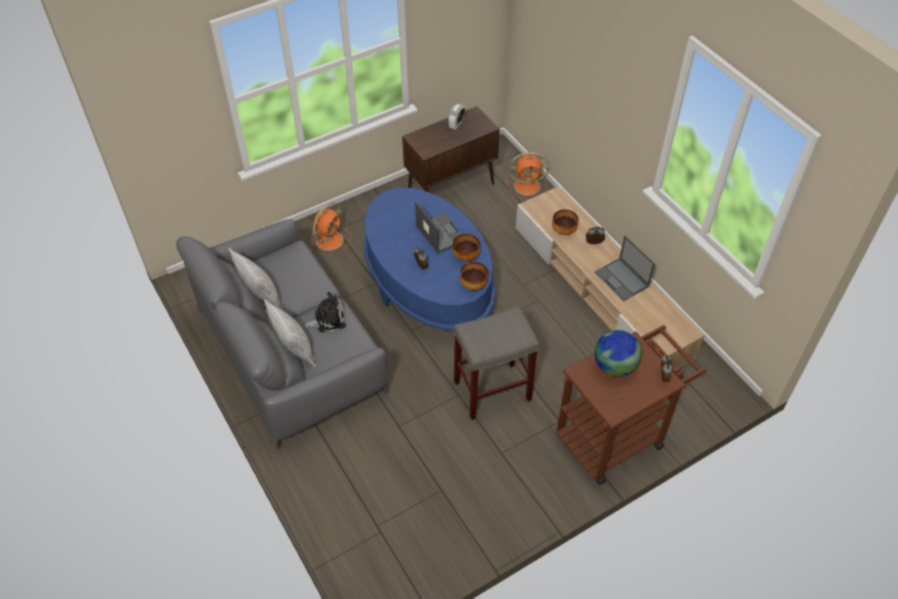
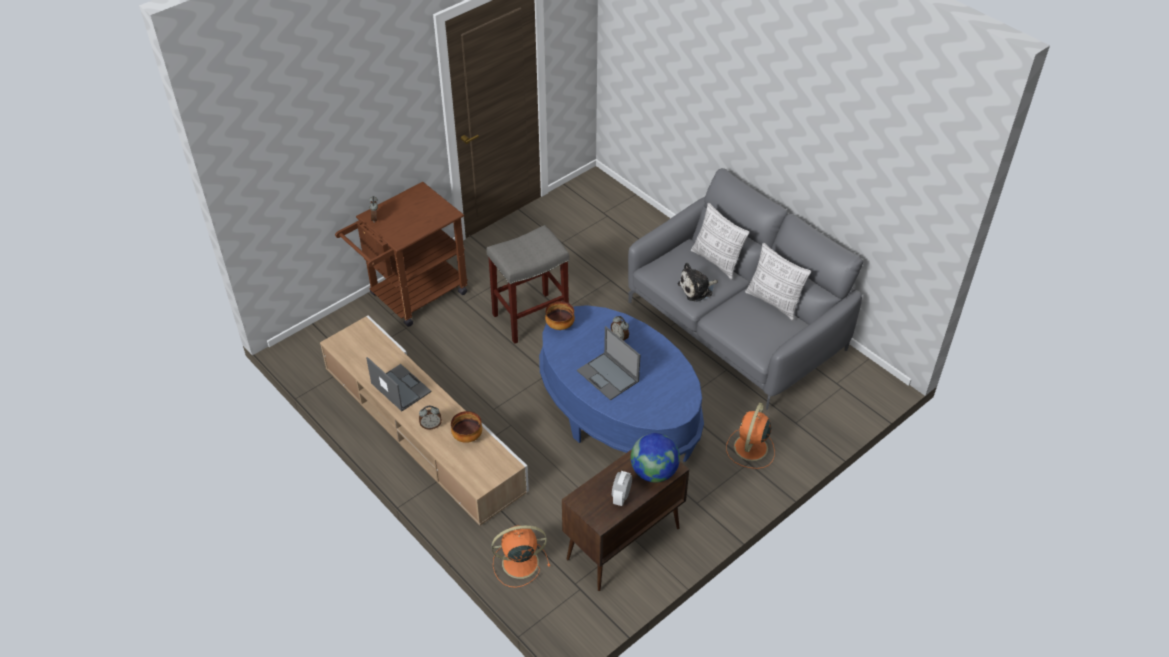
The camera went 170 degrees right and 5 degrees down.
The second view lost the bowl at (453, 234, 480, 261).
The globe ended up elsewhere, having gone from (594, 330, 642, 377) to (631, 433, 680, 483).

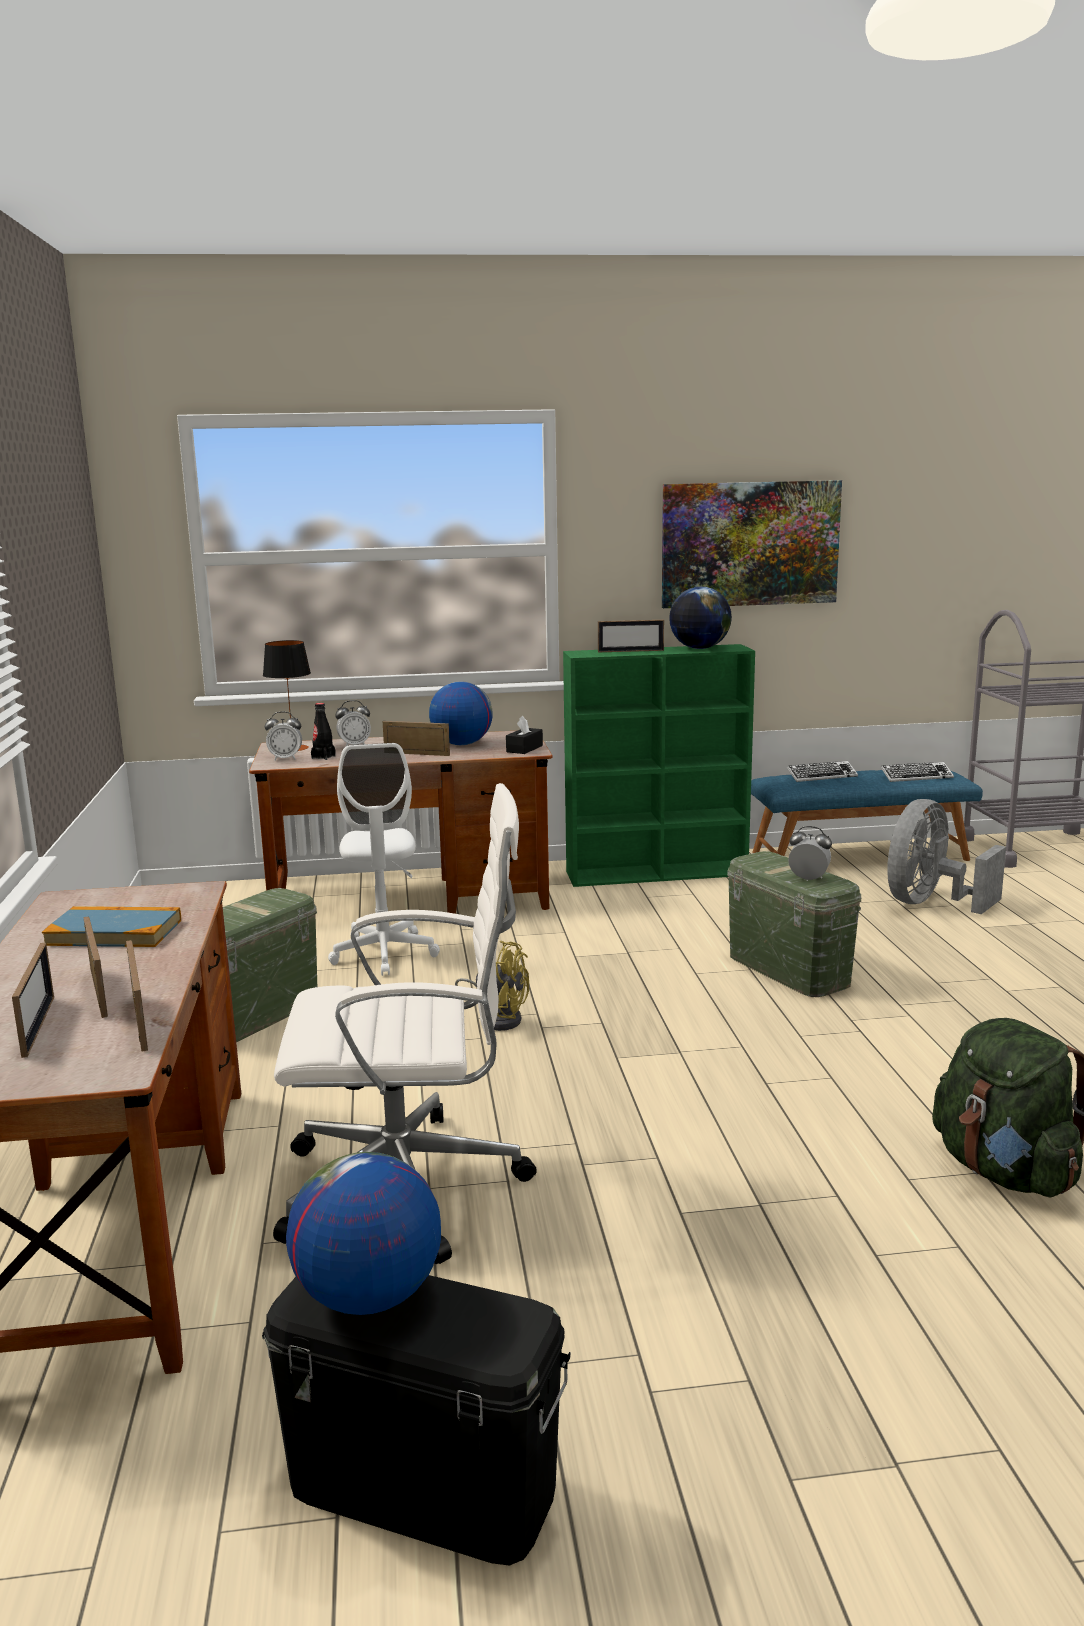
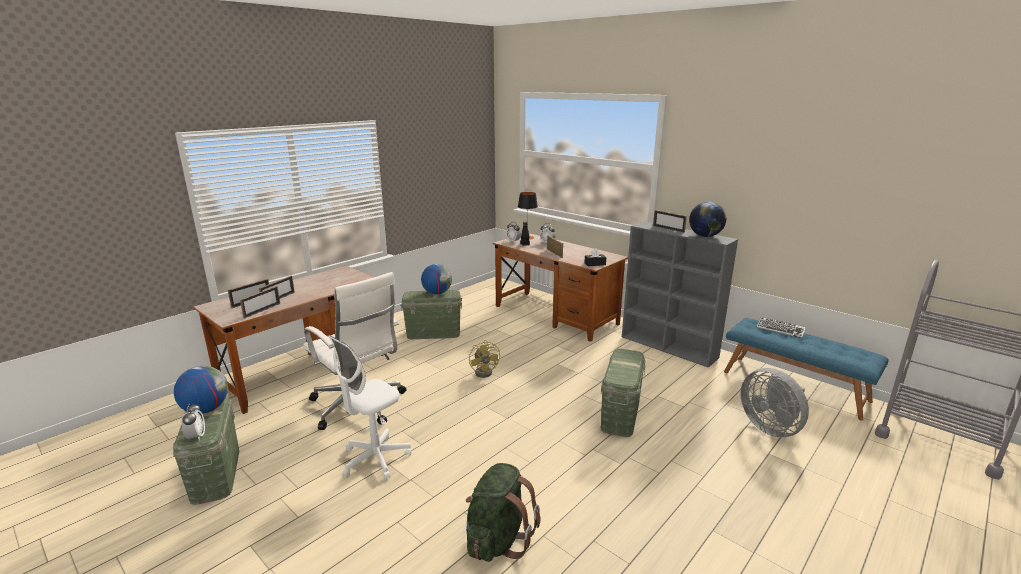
The camera went 50 degrees right and 5 degrees up.
The second view lost the book at (42, 906, 181, 947).
The second view lost the picture at (662, 480, 842, 608).
The second view lost the keyboard at (881, 762, 954, 782).
The white_office_chair ended up elsewhere, having gone from (328, 743, 440, 976) to (328, 335, 412, 480).
The globe ended up elsewhere, having gone from (429, 681, 493, 745) to (421, 264, 452, 294).
The alarm_clock ended up elsewhere, having gone from (788, 826, 832, 881) to (181, 403, 205, 441).
What was the black_storage_box at (262, 1275, 571, 1566) turned into the green_storage_box at (173, 396, 239, 505).
What was the green_bookcase at (563, 644, 755, 887) turned into the grey_bookcase at (622, 221, 738, 368).
The grey_fan at (887, 799, 1006, 914) ended up facing another way, 120 degrees counterclockwise from before.

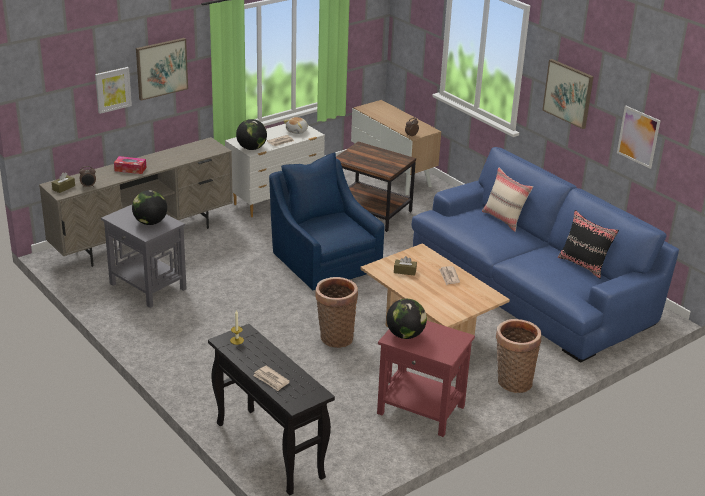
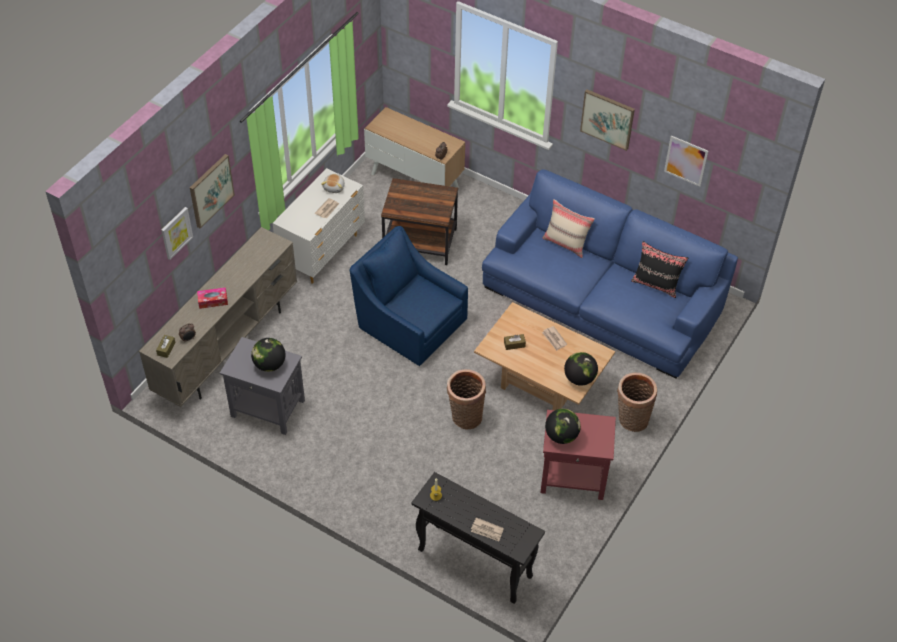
The camera went 20 degrees left and 20 degrees up.
The globe ended up elsewhere, having gone from (236, 119, 267, 150) to (564, 352, 598, 386).

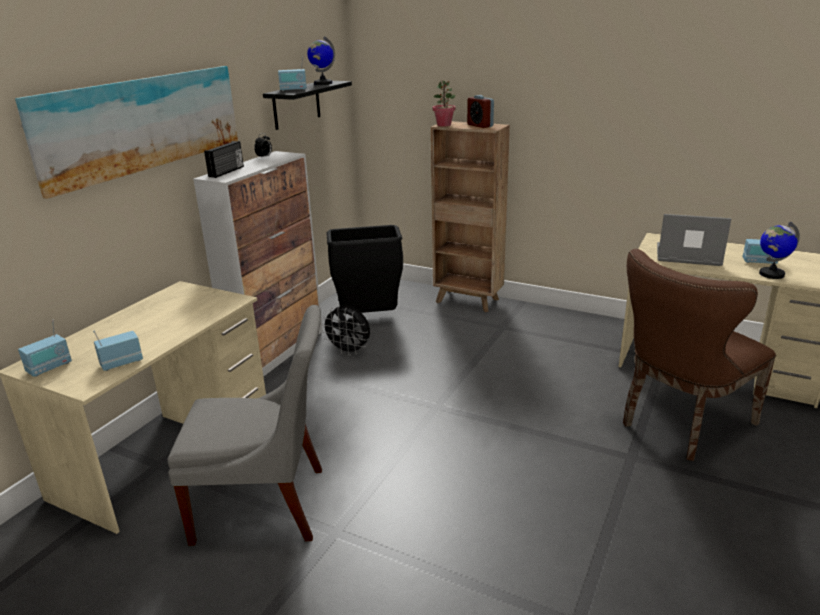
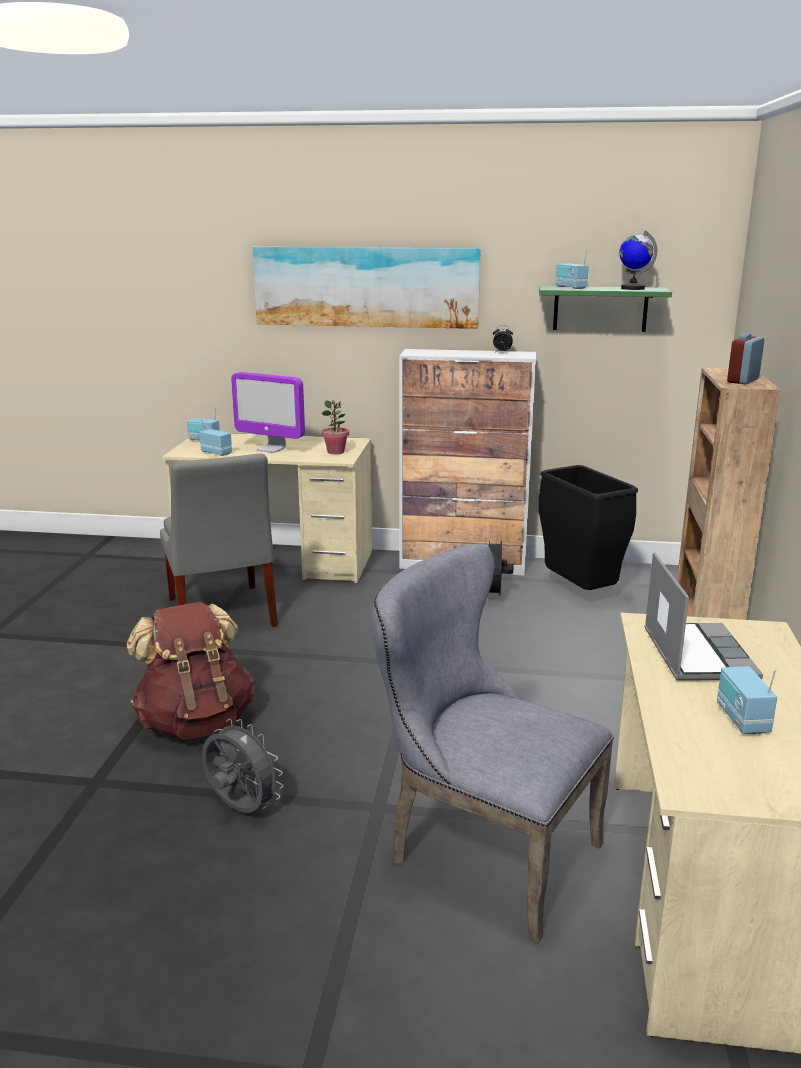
The camera went 70 degrees right and 5 degrees down.
The second view lost the radio at (204, 141, 244, 178).
The second view lost the globe at (759, 222, 800, 279).
The second view gained the brown_backpack at (127, 602, 254, 739).
The second view gained the grey_fan at (202, 719, 283, 813).
The second view gained the monitor at (231, 372, 305, 453).
The potted_plant ended up elsewhere, having gone from (433, 80, 455, 127) to (322, 400, 349, 454).
What was the black_shelf at (263, 81, 352, 130) turned into the green_shelf at (539, 286, 672, 332).
What was the brown_chair at (623, 249, 776, 461) turned into the grey_chair at (371, 544, 614, 943).

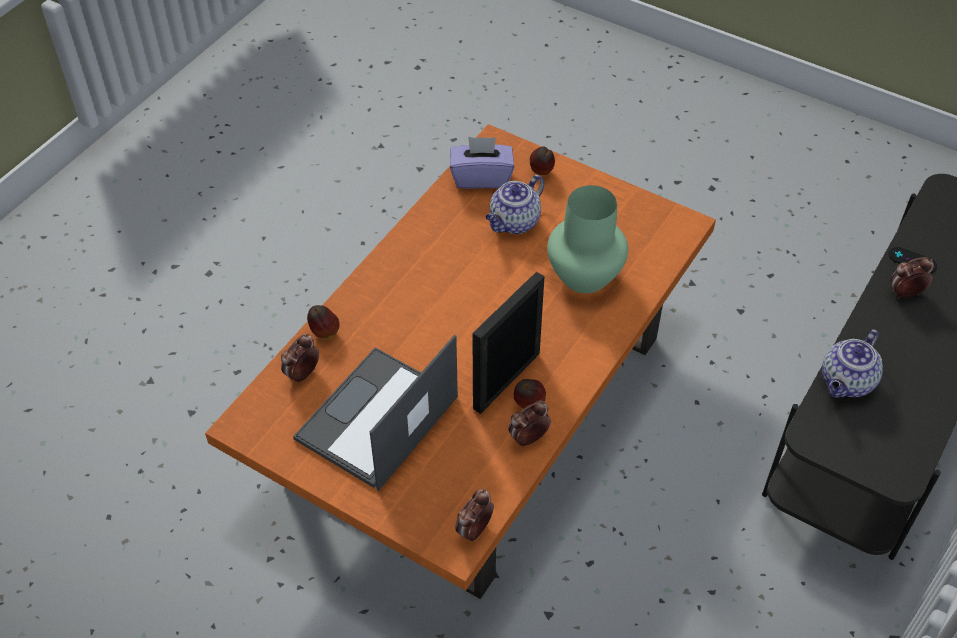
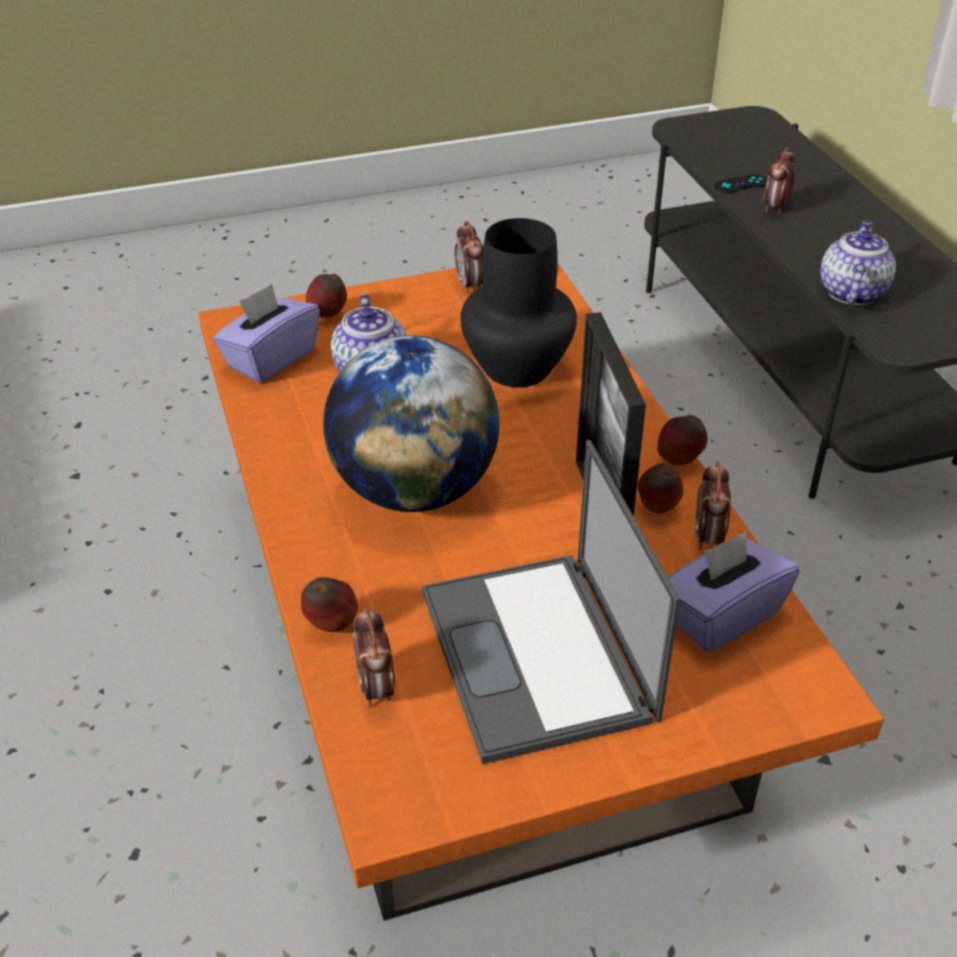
The camera went 50 degrees left and 10 degrees down.
The second view gained the globe at (323, 335, 499, 512).
The second view gained the apple at (657, 415, 708, 466).
The second view gained the purple_tissue_box at (668, 531, 800, 652).
The alarm_clock ended up elsewhere, having gone from (455, 489, 494, 542) to (454, 221, 484, 294).
What was the green_vase at (547, 185, 628, 293) turned into the black_vase at (460, 218, 577, 387).
The teapot at (822, 329, 883, 398) ended up facing another way, 150 degrees counterclockwise from before.

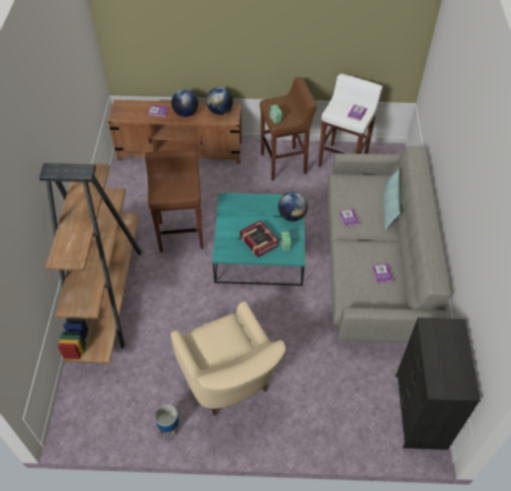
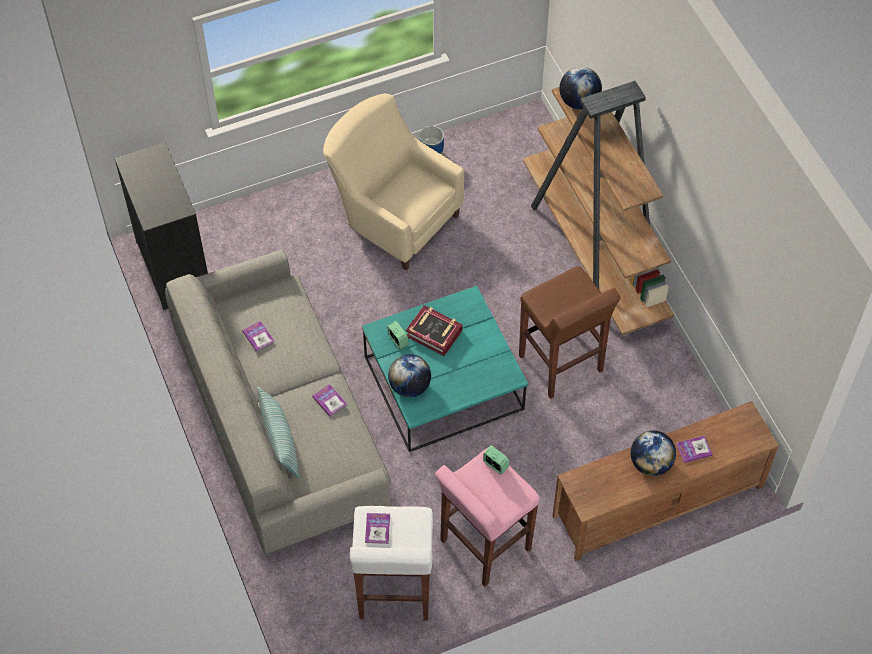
The camera went 155 degrees right and 5 degrees up.
The globe ended up elsewhere, having gone from (206, 87, 233, 115) to (559, 67, 602, 110).
What was the brown_stool at (260, 77, 317, 181) turned into the pink_stool at (435, 447, 540, 587).

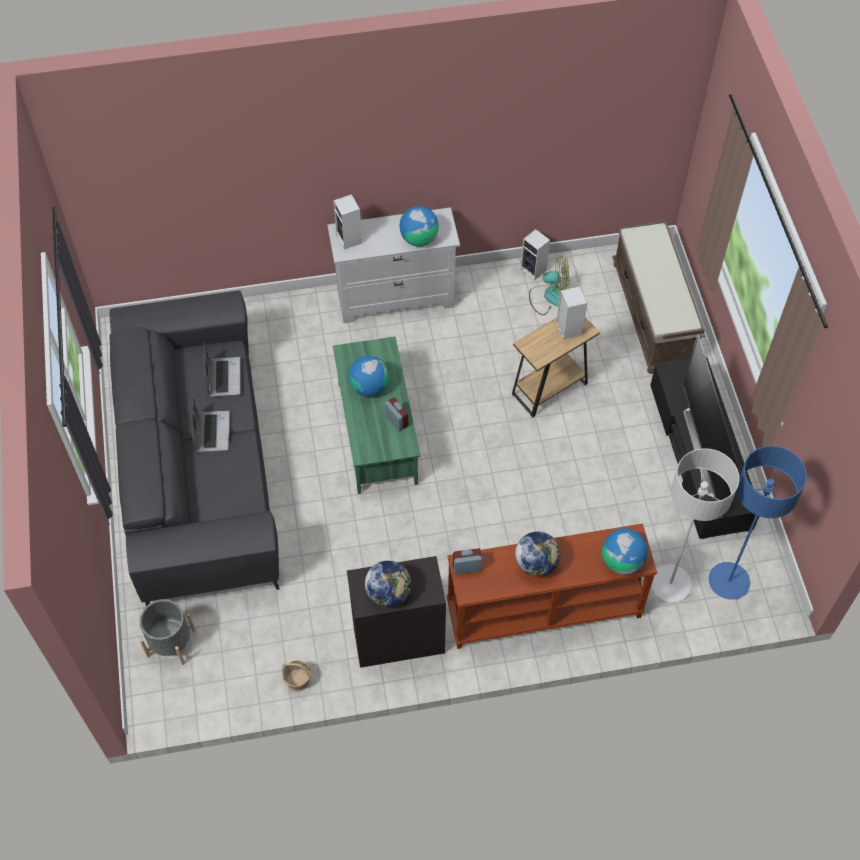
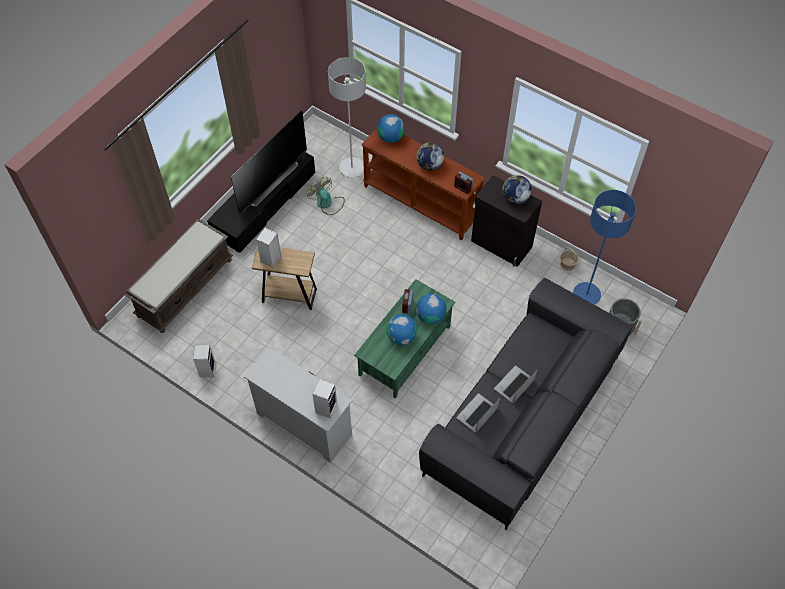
The camera went 135 degrees left and 0 degrees up.
The globe ended up elsewhere, having gone from (400, 206, 439, 246) to (416, 293, 446, 324).
The fan ended up elsewhere, having gone from (529, 256, 569, 315) to (307, 177, 345, 215).
The blue_floor_lamp ended up elsewhere, having gone from (709, 446, 807, 600) to (573, 190, 636, 305).

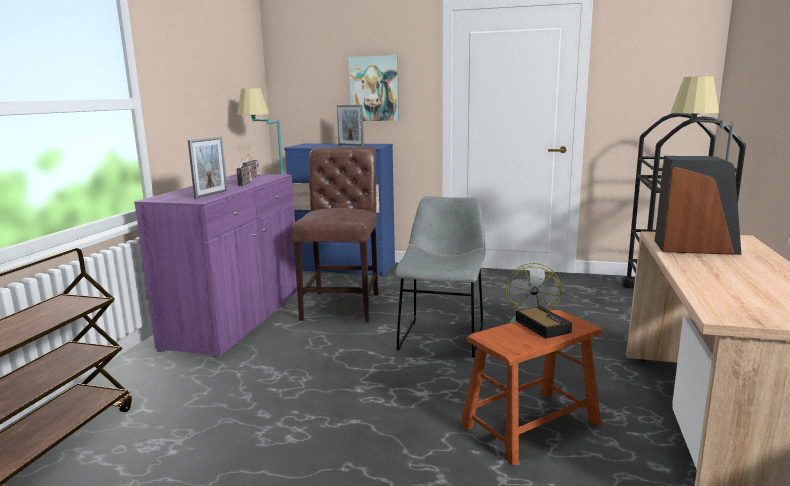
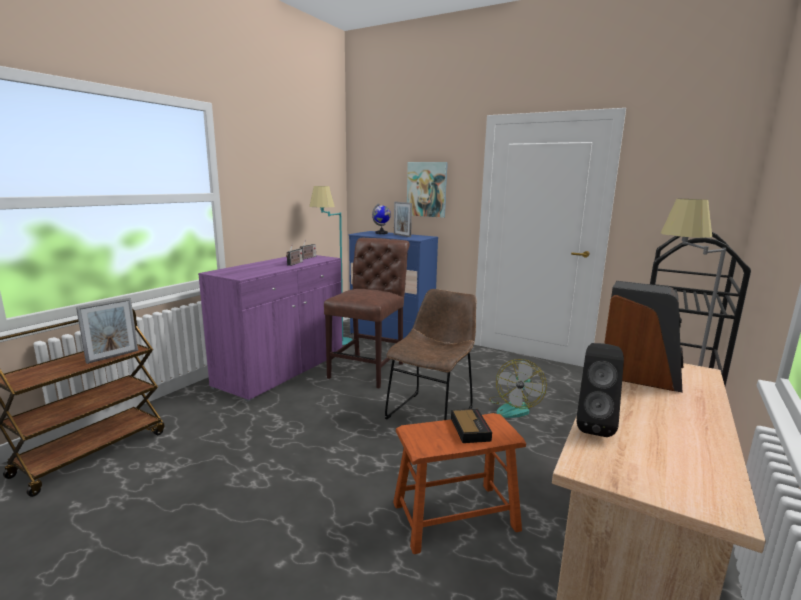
The camera went 15 degrees right and 0 degrees up.
The second view gained the globe at (372, 203, 391, 234).
The second view gained the black_speaker at (576, 343, 624, 437).
The picture_frame ended up elsewhere, having gone from (188, 137, 228, 199) to (76, 298, 138, 364).
What was the grey_chair at (395, 196, 486, 358) turned into the brown_chair at (385, 289, 477, 420).

